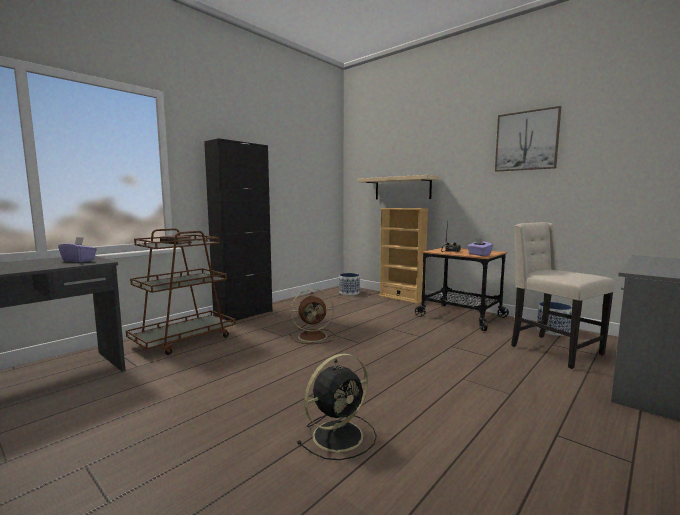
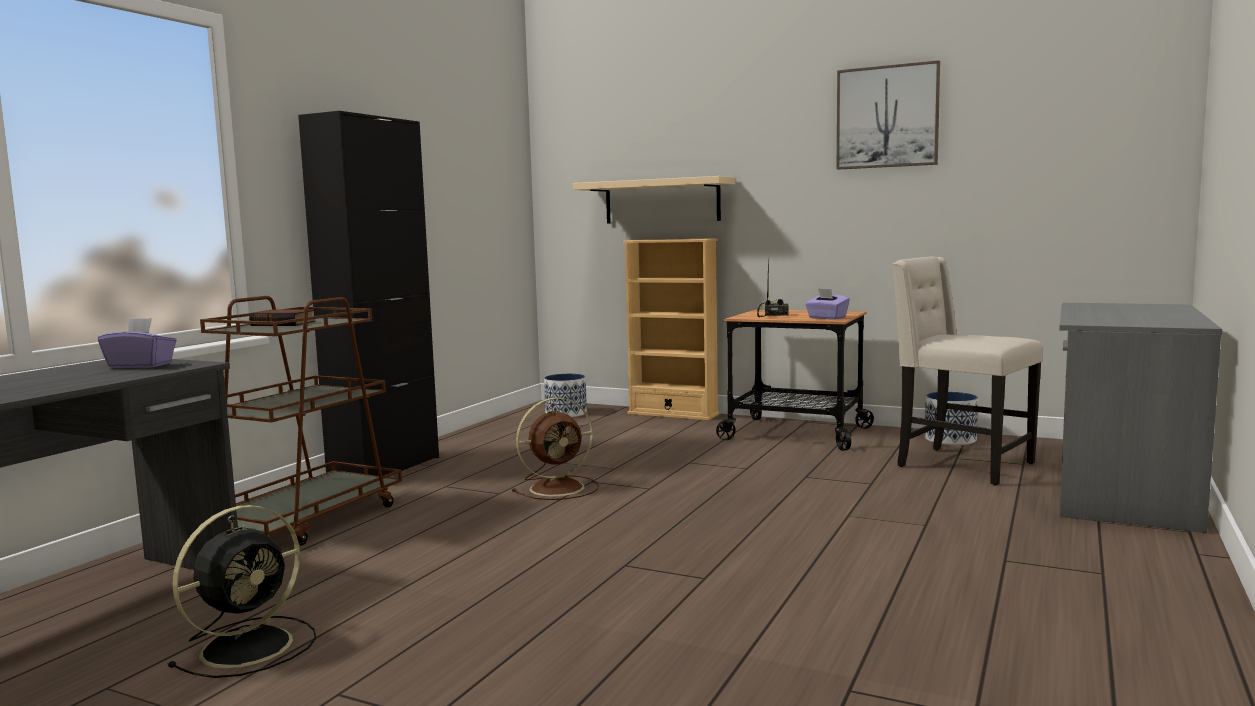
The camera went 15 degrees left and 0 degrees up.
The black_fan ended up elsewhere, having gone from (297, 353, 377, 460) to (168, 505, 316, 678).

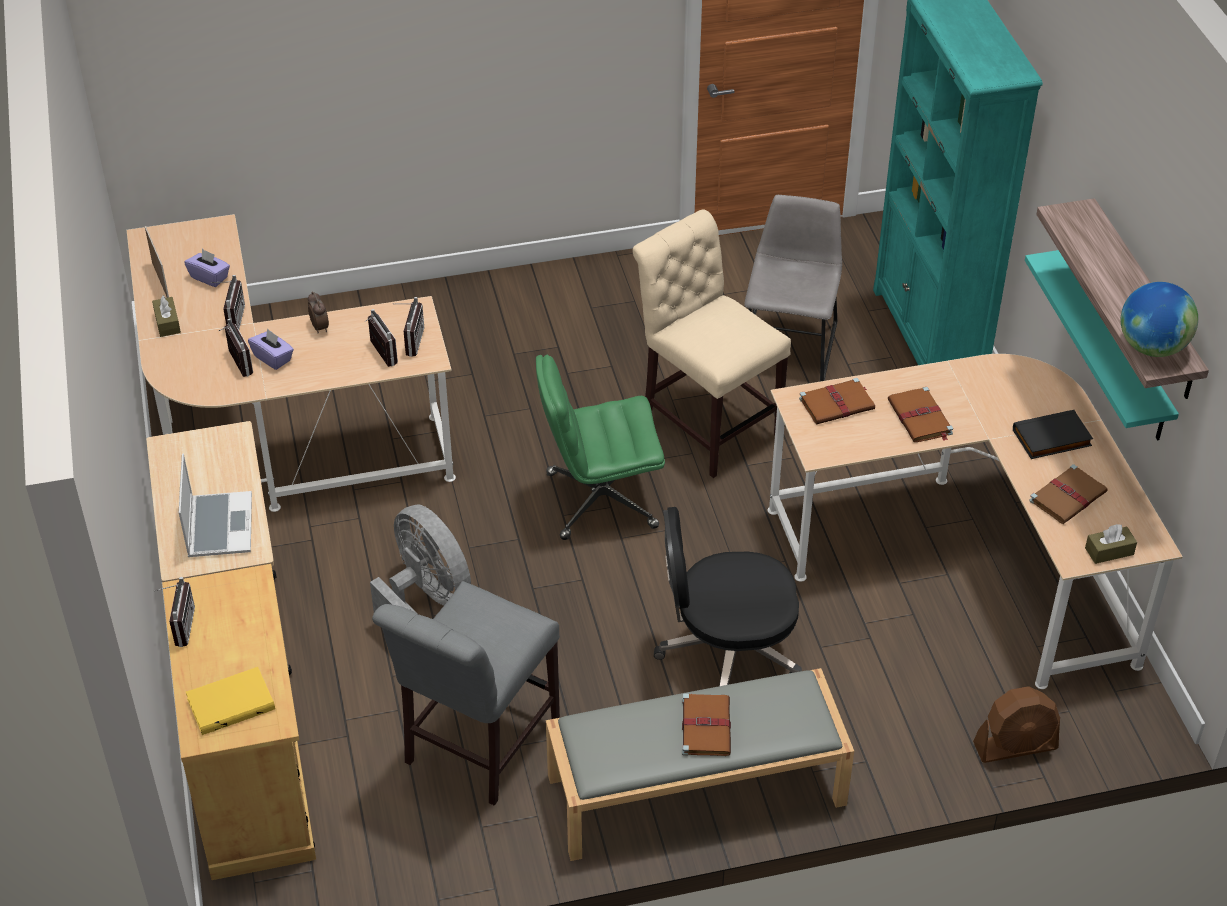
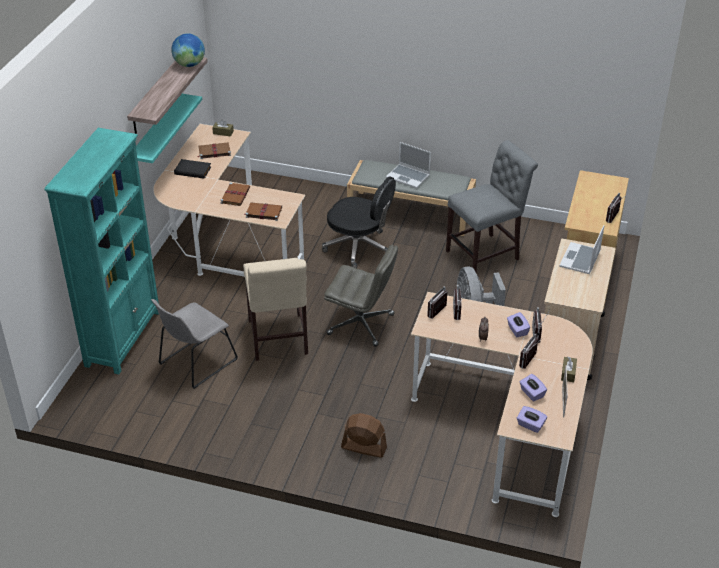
The camera went 150 degrees left and 5 degrees down.
The second view lost the yellow_book at (186, 667, 275, 735).
The second view gained the purple_tissue_box at (517, 406, 547, 433).
The brown_fan ended up elsewhere, having gone from (973, 686, 1060, 763) to (341, 413, 387, 458).
Where the brown_book stood at (682, 693, 731, 756), the laptop came to stand at (386, 142, 431, 188).
What was the green_office_chair at (536, 354, 665, 540) turned into the grey_office_chair at (324, 245, 398, 347).

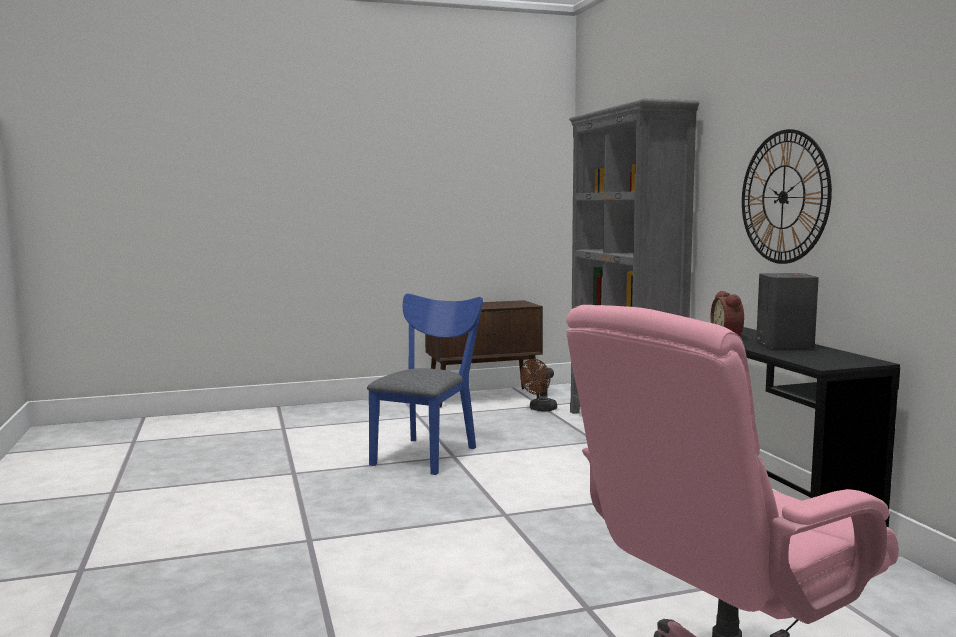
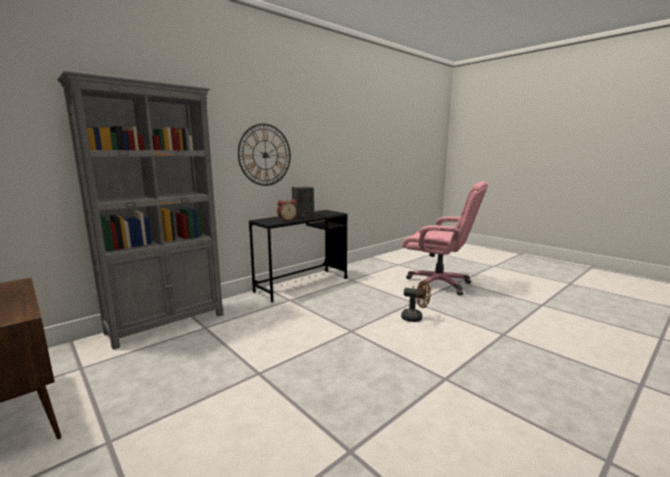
The camera went 115 degrees left and 5 degrees up.
The second view lost the blue_chair at (367, 293, 483, 475).
The brown_fan ended up elsewhere, having gone from (520, 359, 557, 412) to (401, 280, 431, 322).

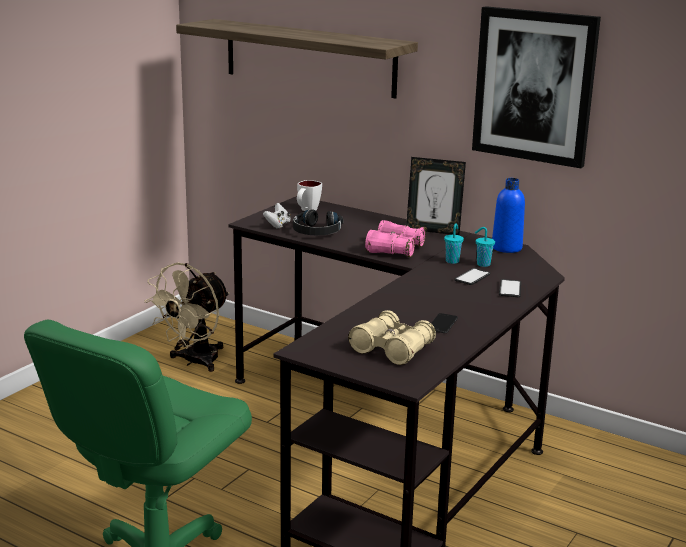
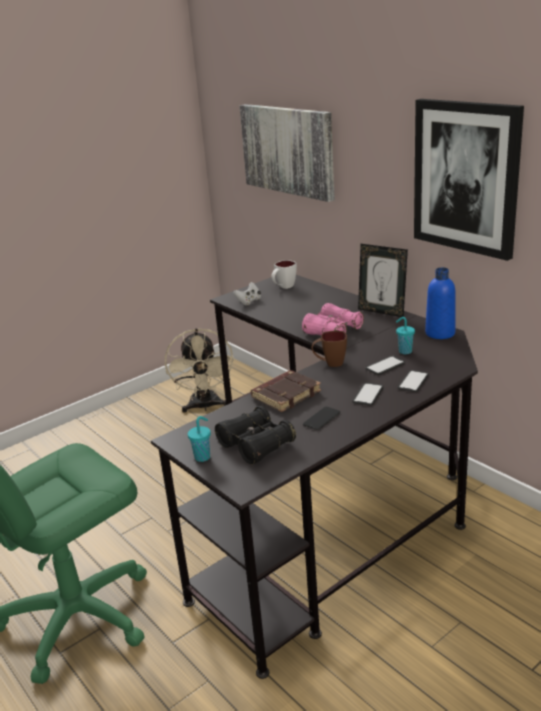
The camera went 20 degrees right and 5 degrees up.
The second view lost the black_headphones at (293, 209, 343, 235).
The second view gained the brown_book at (251, 370, 321, 412).
The second view gained the brown_mug at (312, 331, 347, 367).
The second view gained the phone at (352, 382, 383, 406).
The turquoise_cup ended up elsewhere, having gone from (444, 223, 464, 264) to (188, 416, 211, 462).
Where the shelf hung at (176, 19, 418, 99), the picture came to hang at (240, 104, 335, 202).
What was the beige_binoculars at (348, 310, 436, 365) turned into the black_binoculars at (215, 406, 296, 464).
The beige_fan at (144, 262, 230, 372) ended up facing another way, 60 degrees counterclockwise from before.

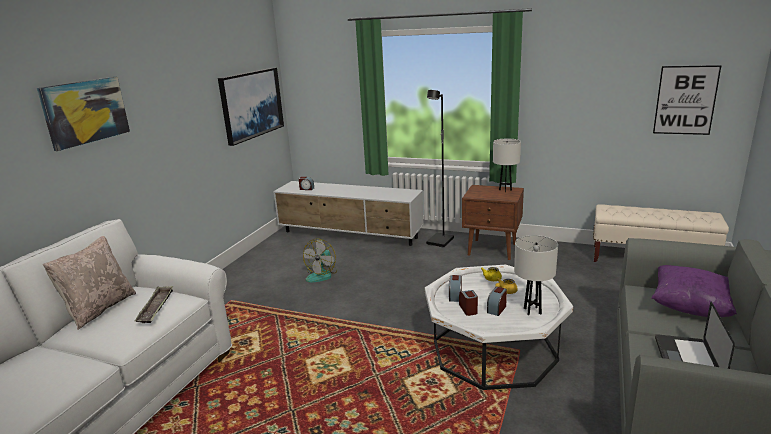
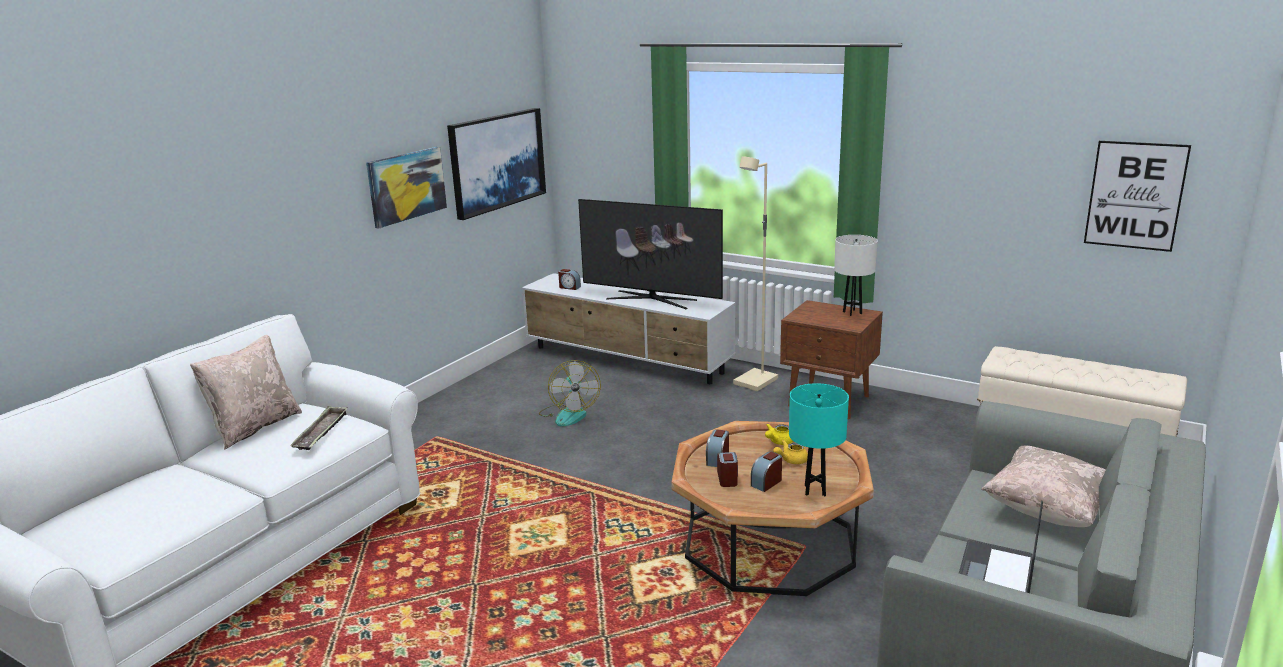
The camera went 10 degrees right and 0 degrees up.
The second view gained the television at (578, 199, 723, 309).
The picture ended up elsewhere, having gone from (37, 77, 130, 151) to (366, 147, 447, 228).
What was the white_coffee_table at (425, 265, 573, 390) turned into the brown_coffee_table at (671, 421, 874, 596).
What was the black_floor_lamp at (426, 90, 454, 248) turned into the beige_floor_lamp at (733, 157, 778, 391).
What was the white_table_lamp at (514, 235, 558, 315) turned into the turquoise_table_lamp at (789, 383, 849, 496).
What was the purple_pillow at (651, 265, 737, 317) turned into the beige_pillow at (981, 445, 1106, 527).
The fan at (303, 239, 337, 282) ended up facing another way, 45 degrees counterclockwise from before.

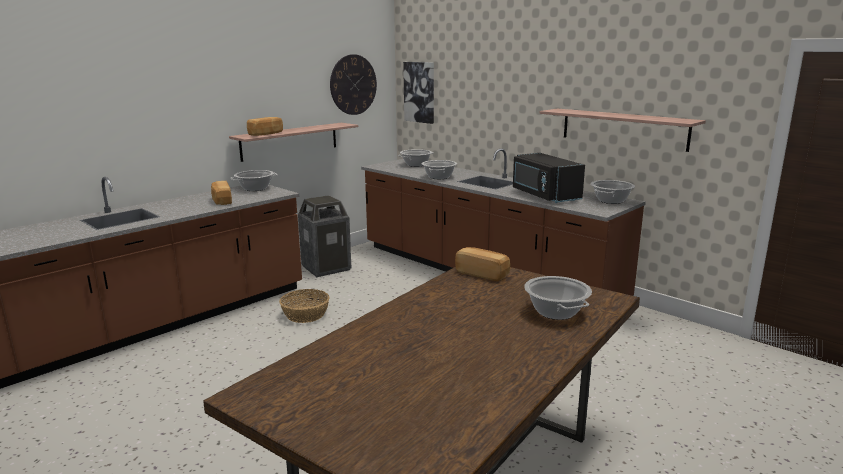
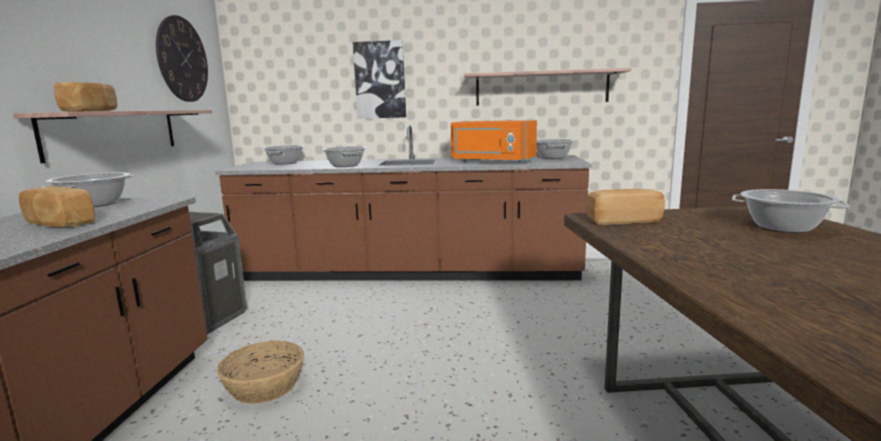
The camera went 40 degrees left and 5 degrees down.
The picture ended up elsewhere, having gone from (403, 62, 434, 124) to (353, 40, 406, 119).
What was the black_microwave at (513, 153, 585, 203) turned into the orange_microwave at (451, 120, 537, 164).

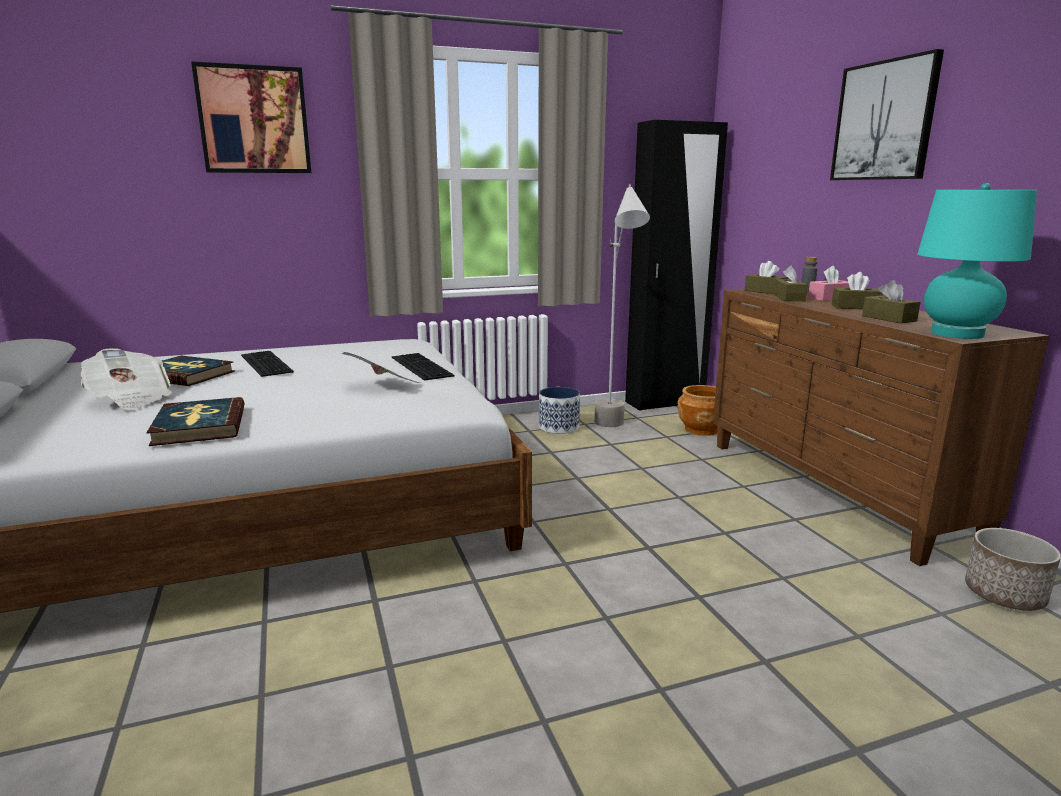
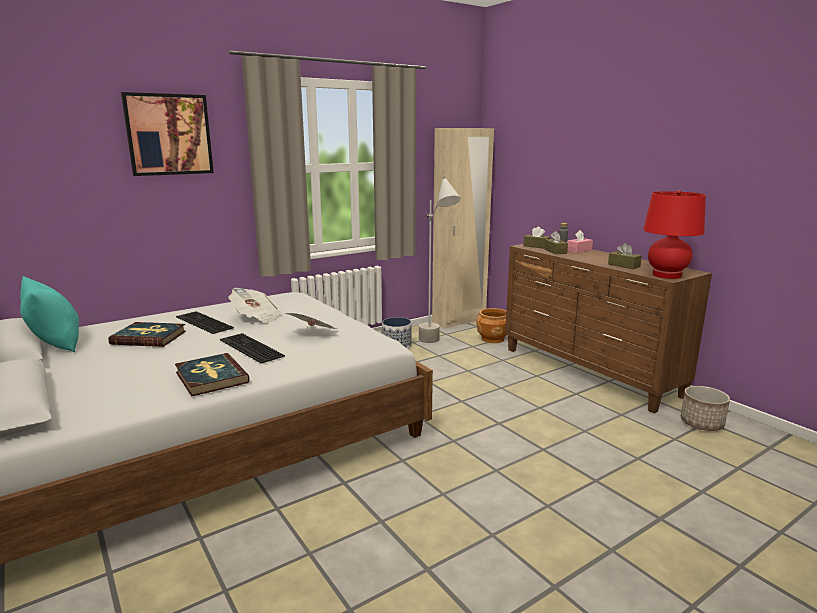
The camera went 15 degrees left and 0 degrees up.
The second view lost the picture at (830, 49, 944, 180).
The second view lost the brown_tissue_box at (832, 272, 883, 309).
The second view gained the turquoise_pillow at (20, 276, 79, 352).
The newspaper ended up elsewhere, having gone from (81, 348, 172, 410) to (228, 288, 281, 323).
The keyboard ended up elsewhere, having gone from (392, 353, 455, 381) to (220, 333, 285, 364).
What was the black_wardrobe at (625, 120, 728, 411) turned into the beige_wardrobe at (432, 128, 494, 329).
What was the turquoise_table_lamp at (918, 183, 1037, 339) turned into the red_table_lamp at (643, 190, 706, 279).

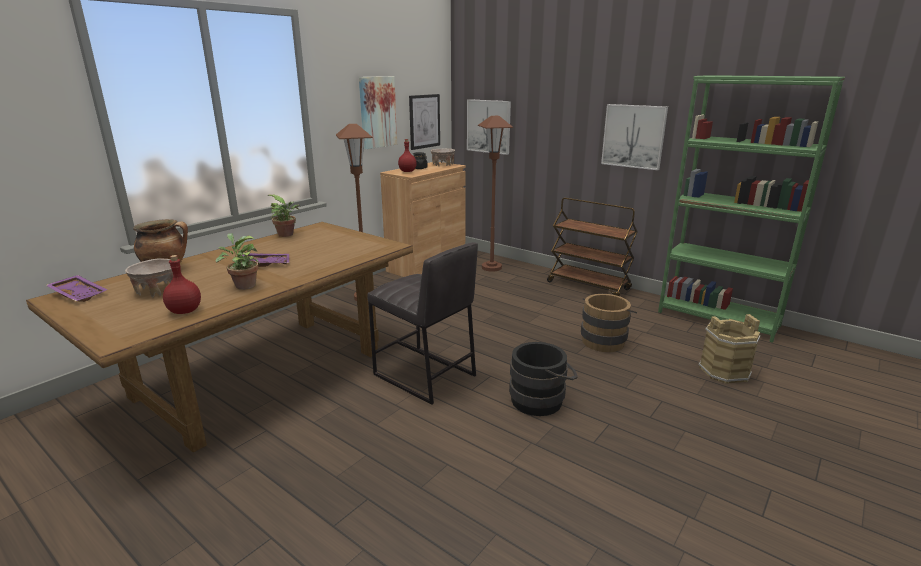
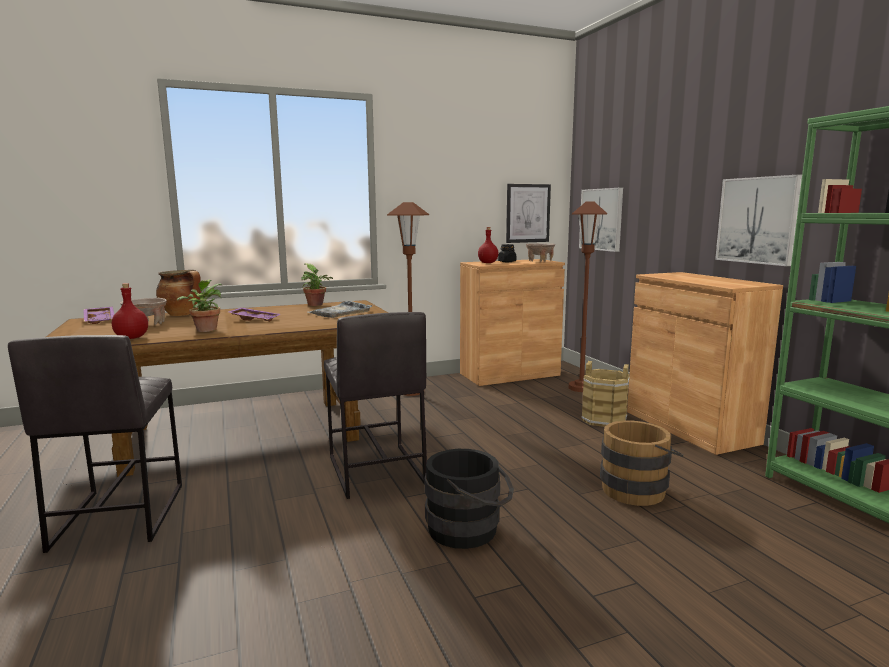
The camera went 30 degrees right and 10 degrees down.
The second view lost the picture at (359, 76, 397, 149).
The second view gained the grey_stool at (8, 335, 182, 553).
The second view gained the grey_tray at (308, 301, 372, 318).
The brown_bucket ended up elsewhere, having gone from (698, 314, 761, 384) to (582, 361, 630, 427).
Where the brown_cart stood at (547, 197, 638, 296), the brown_cabinet came to stand at (627, 272, 783, 455).

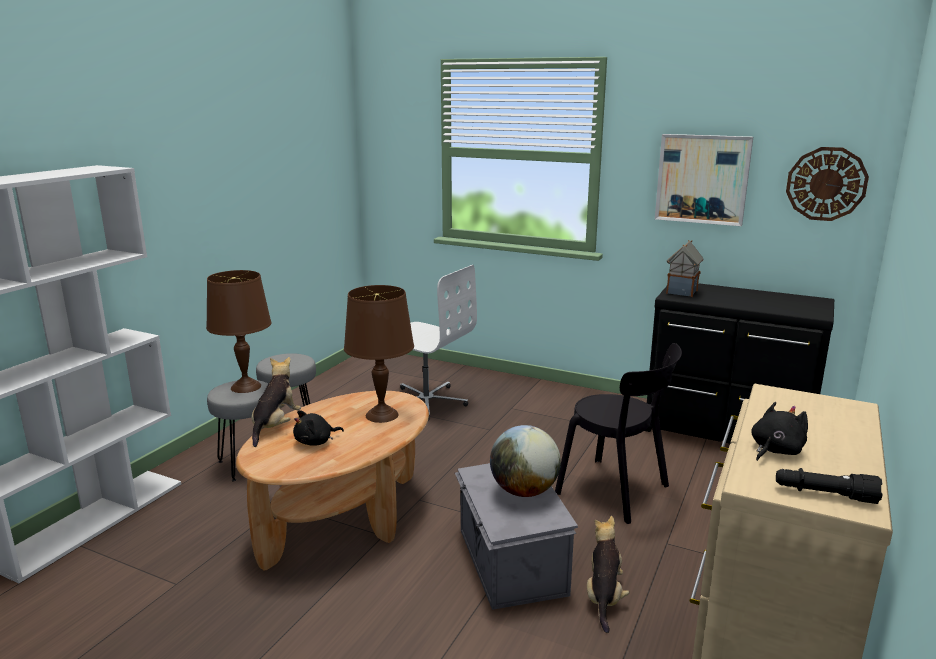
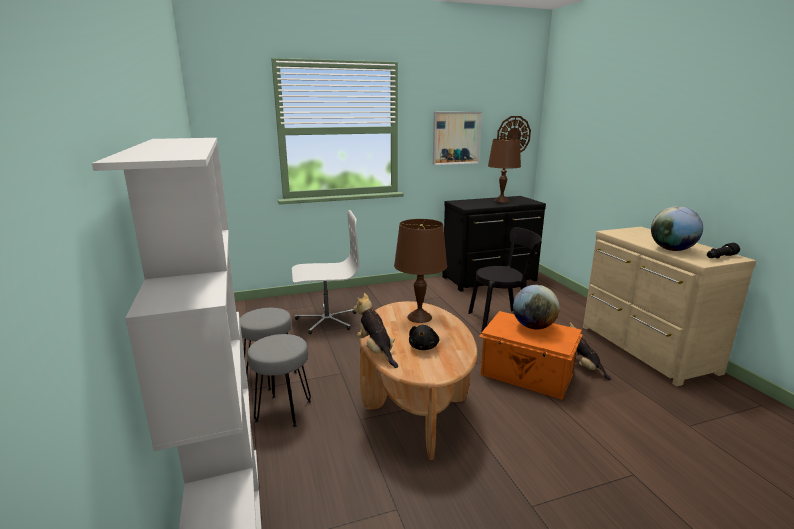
The camera went 45 degrees left and 0 degrees up.
The second view lost the toy_house at (666, 240, 704, 297).
The brown_table_lamp ended up elsewhere, having gone from (206, 270, 272, 393) to (488, 139, 521, 203).
Where the black_plush_toy stood at (751, 402, 808, 461), the globe came to stand at (651, 206, 703, 251).
What was the grey_storage_box at (455, 463, 578, 610) turned into the orange_storage_box at (479, 311, 583, 400).

